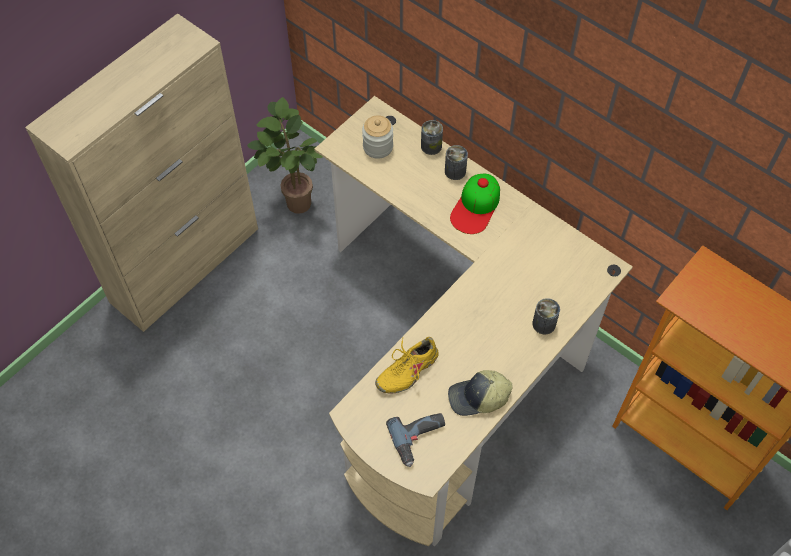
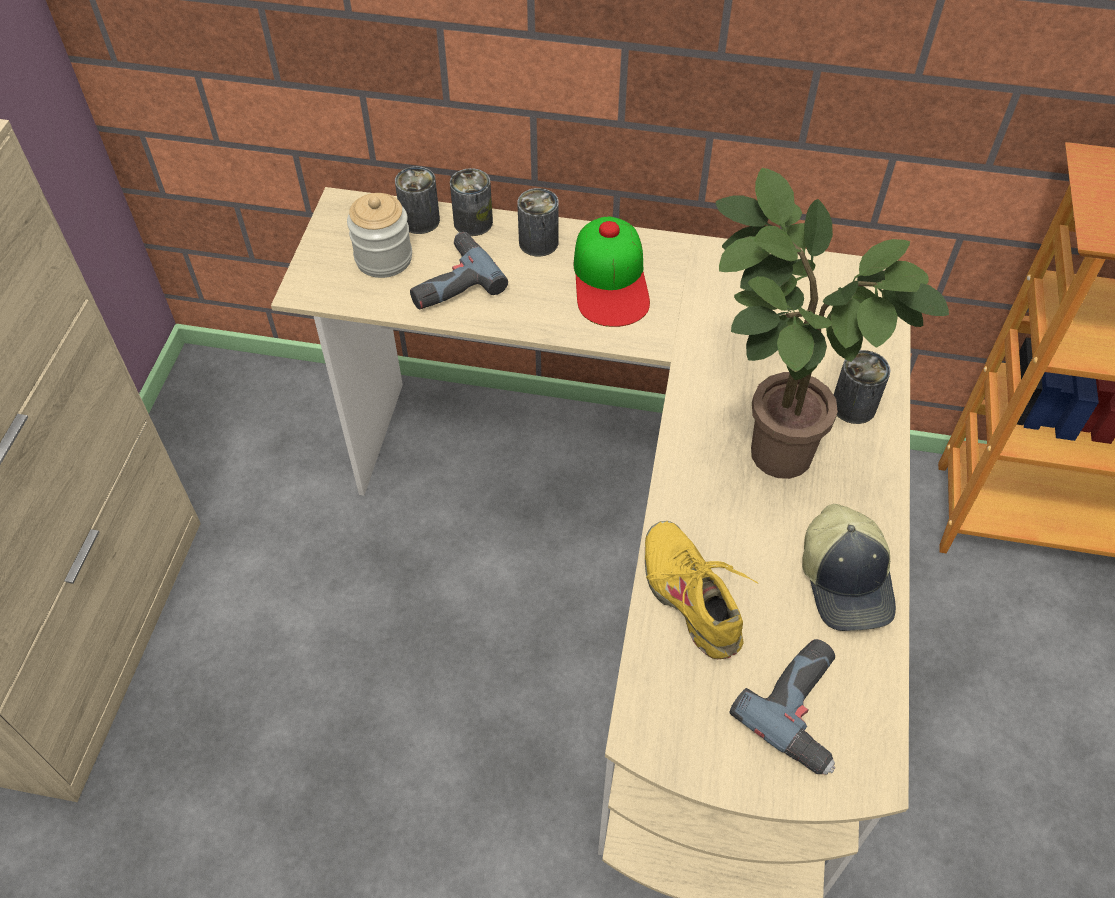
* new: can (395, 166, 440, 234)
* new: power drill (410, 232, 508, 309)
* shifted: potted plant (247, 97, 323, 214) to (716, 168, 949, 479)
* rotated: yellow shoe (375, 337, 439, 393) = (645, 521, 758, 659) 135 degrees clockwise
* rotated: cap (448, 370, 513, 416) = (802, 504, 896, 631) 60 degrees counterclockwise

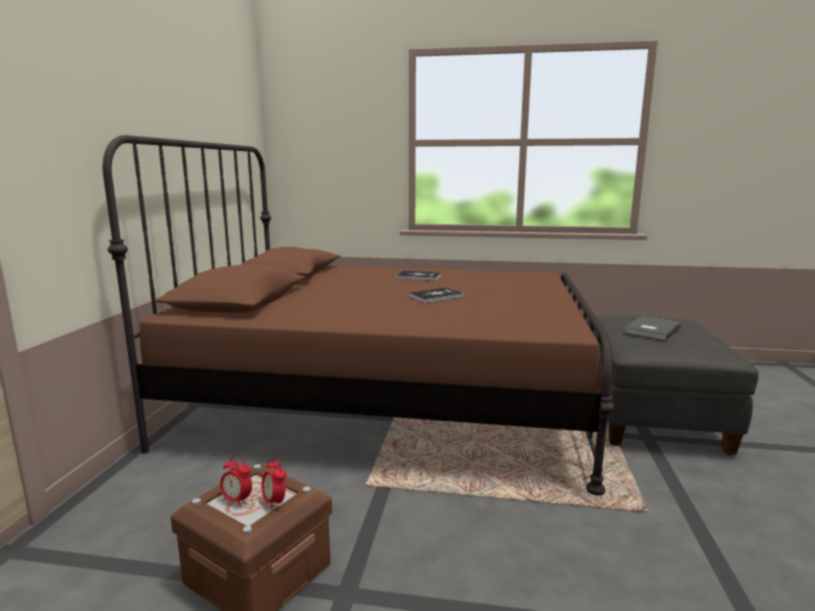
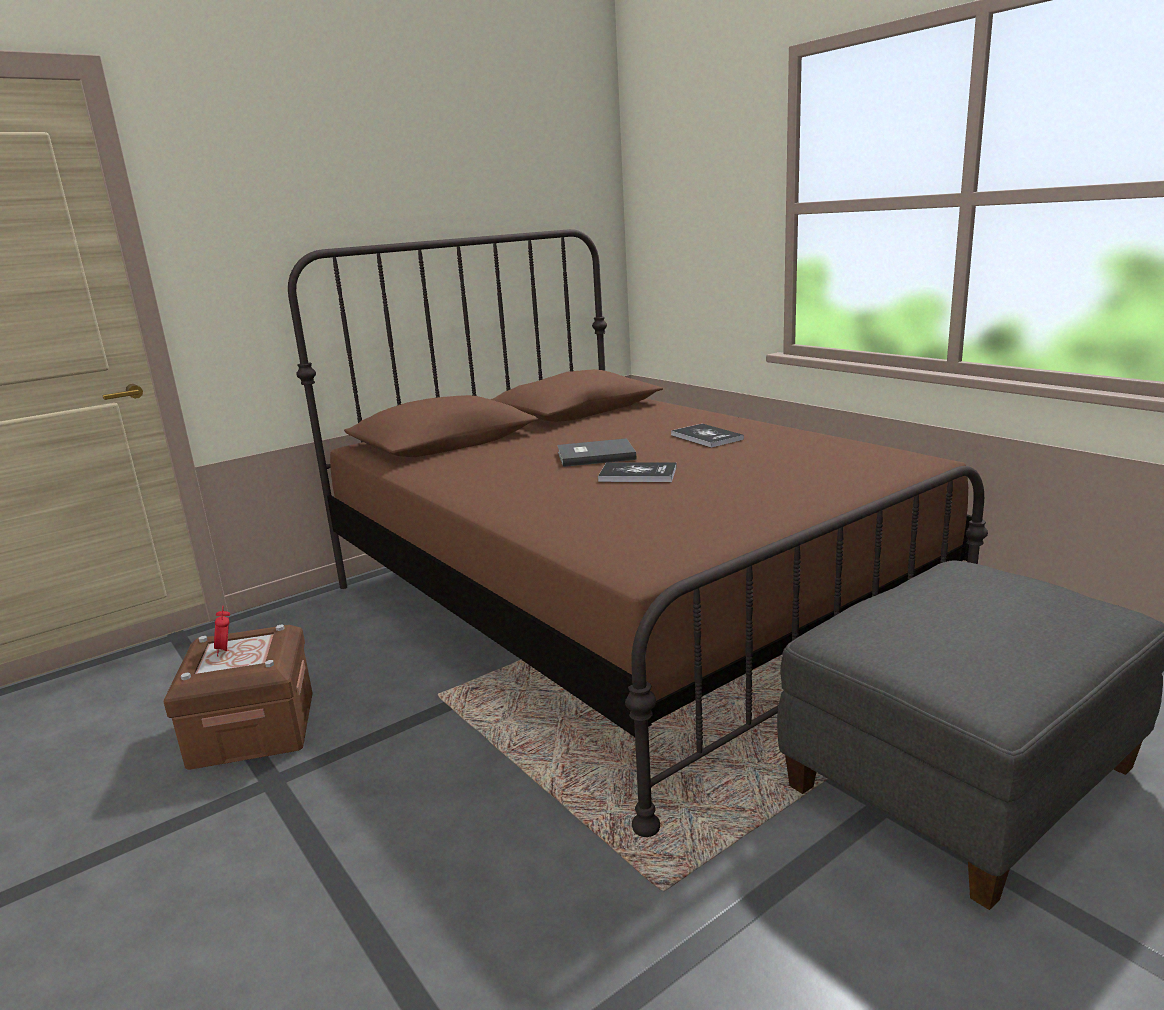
* gone: alarm clock (262, 457, 287, 510)
* shifted: grey book (624, 316, 681, 341) to (557, 438, 636, 467)

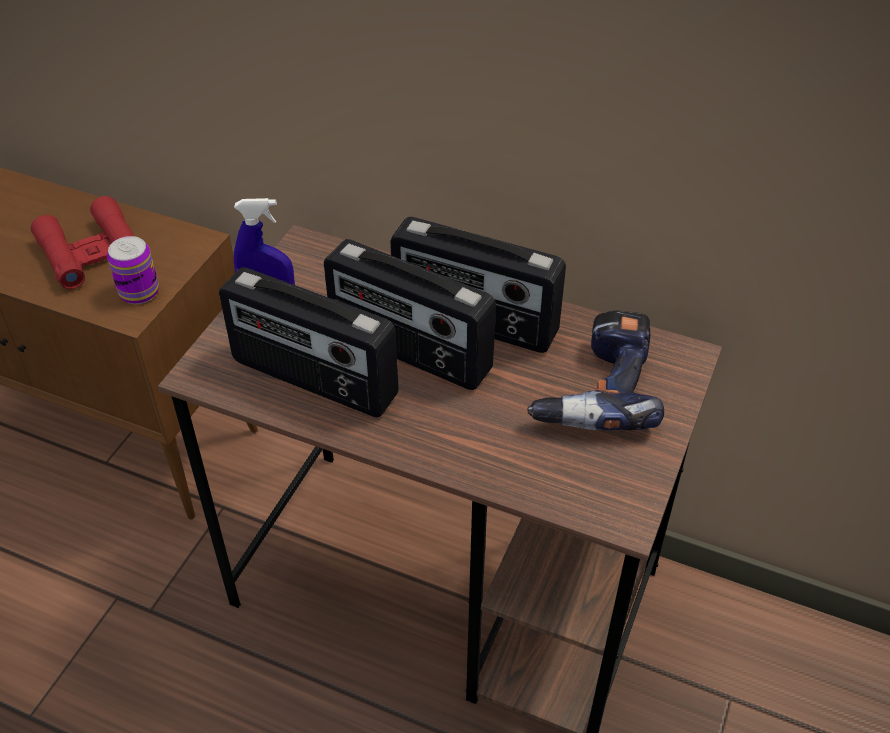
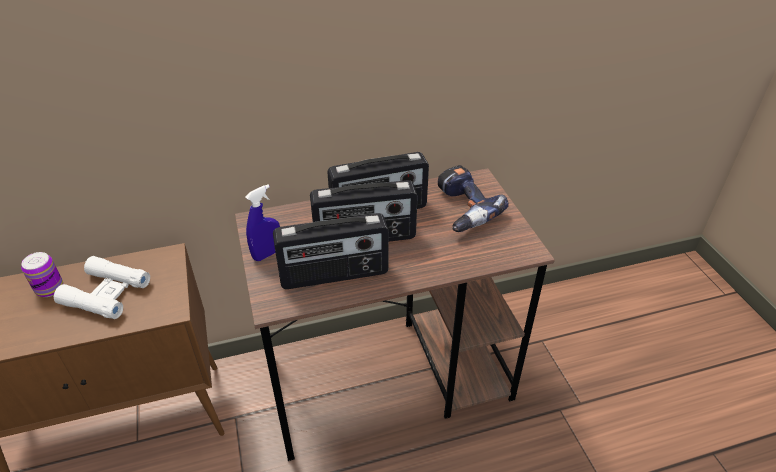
* shifted: can (107, 236, 159, 304) to (21, 252, 63, 297)
* repainted: red binoculars (31, 196, 134, 289) to white binoculars (54, 256, 150, 319)

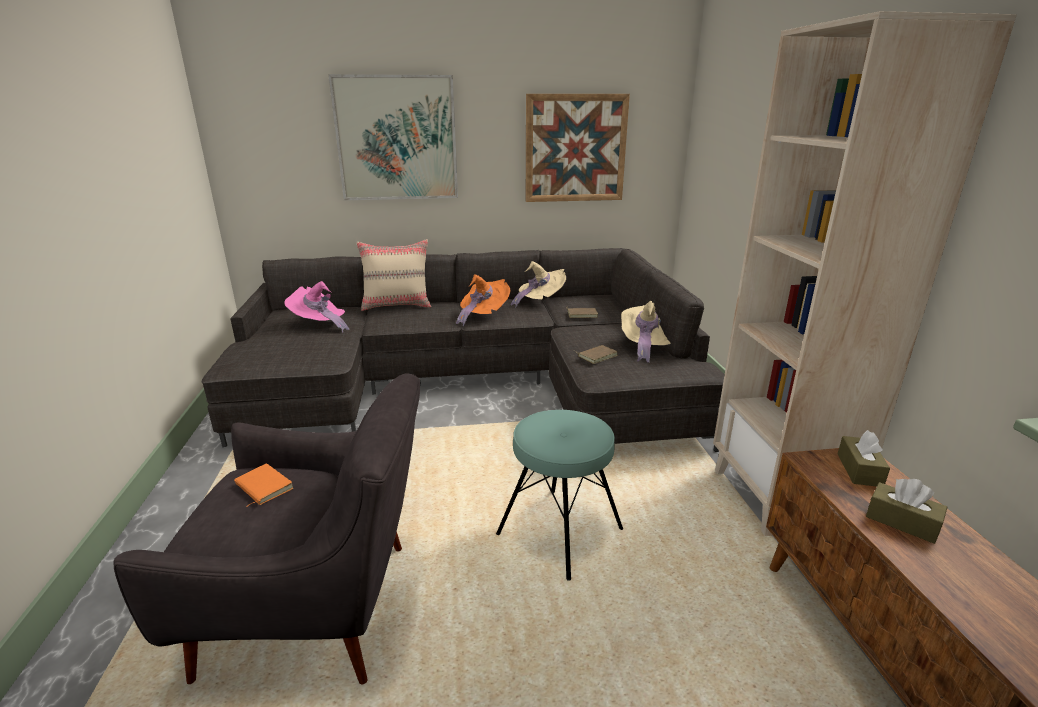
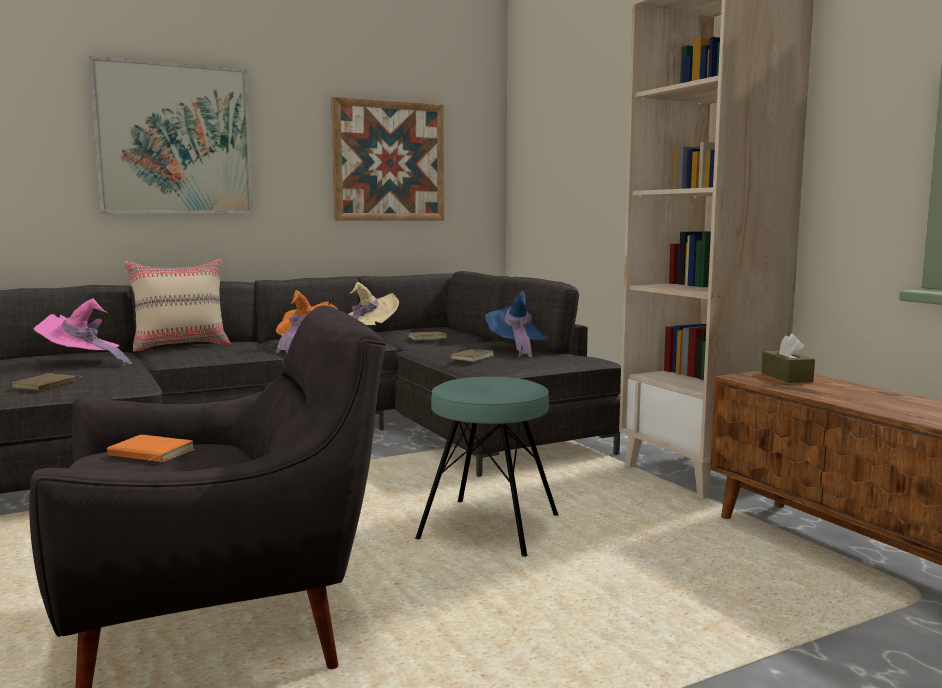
* gone: brown tissue box (866, 479, 947, 544)
* new: brown book (12, 373, 83, 391)
* repainted: beige hat (621, 301, 671, 363) to blue hat (485, 291, 549, 358)

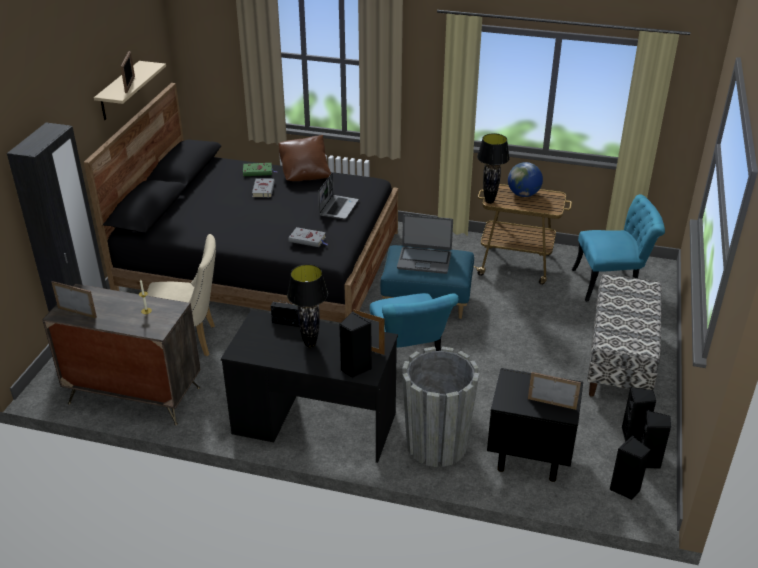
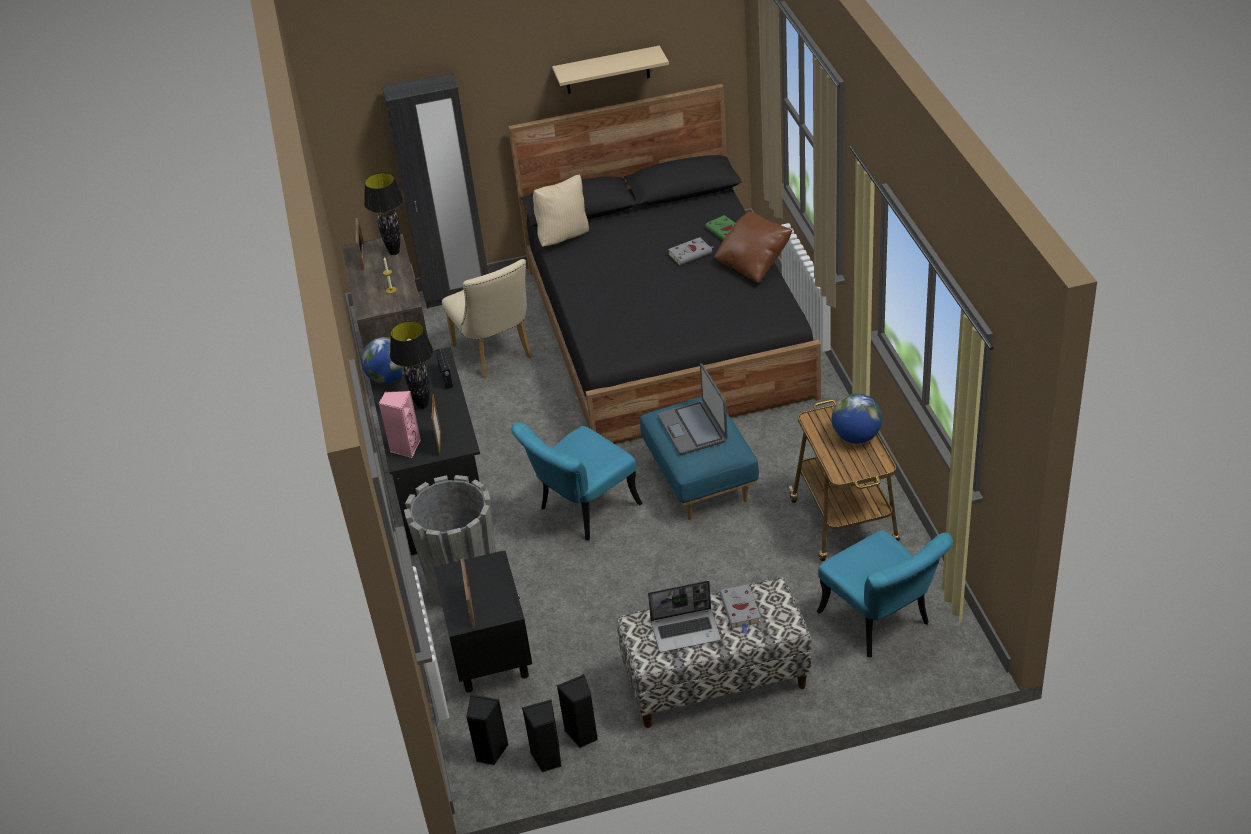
* gone: picture frame (120, 51, 135, 93)
* new: globe (361, 337, 404, 384)
* new: beige pillow (533, 174, 589, 247)
* shifted: grey book (288, 227, 327, 247) to (719, 584, 761, 634)
* shifted: laptop (318, 172, 359, 219) to (648, 581, 721, 652)
* shifted: black table lamp (477, 133, 510, 204) to (364, 172, 403, 255)
* repainted: black speaker (339, 311, 372, 378) to pink speaker (379, 391, 421, 458)

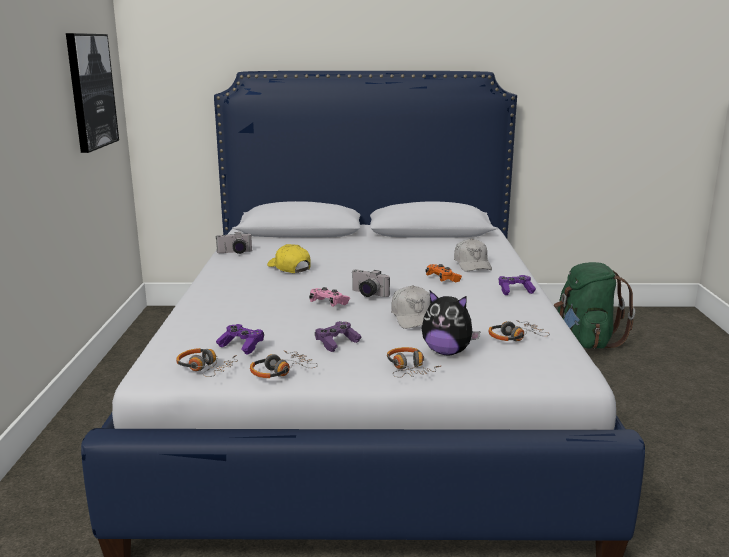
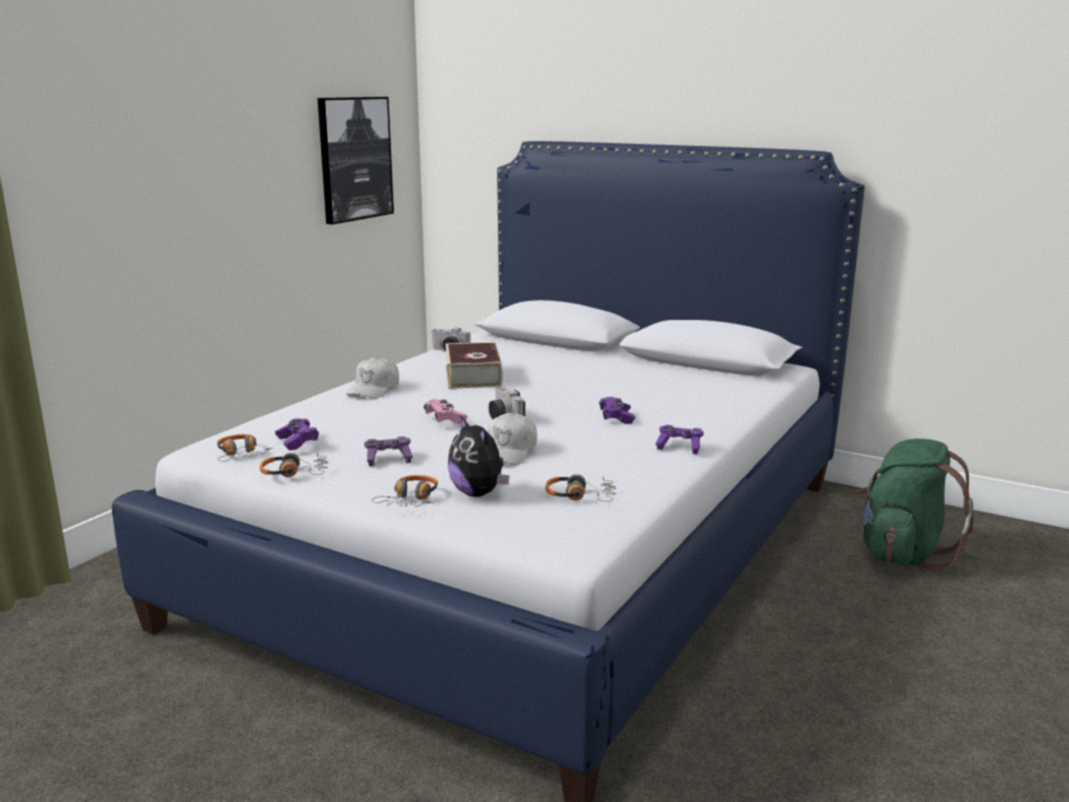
* shifted: white cap (454, 239, 492, 272) to (346, 357, 399, 399)
* swapped: yellow cap (267, 244, 311, 273) to book (445, 342, 503, 389)
* repainted: orange game controller (426, 264, 462, 283) to purple game controller (599, 397, 635, 424)

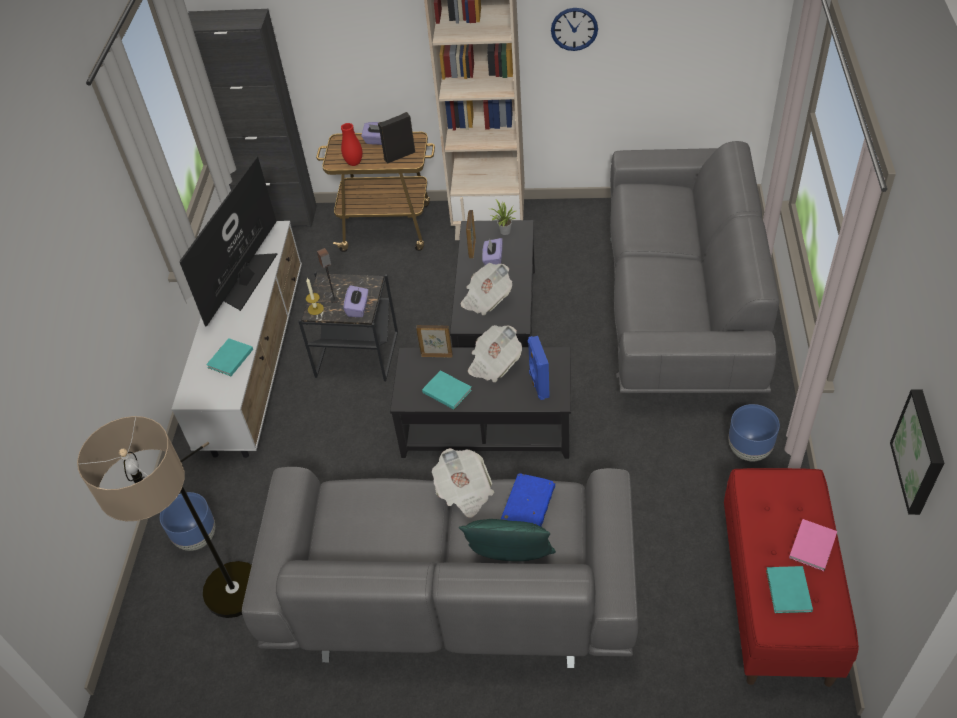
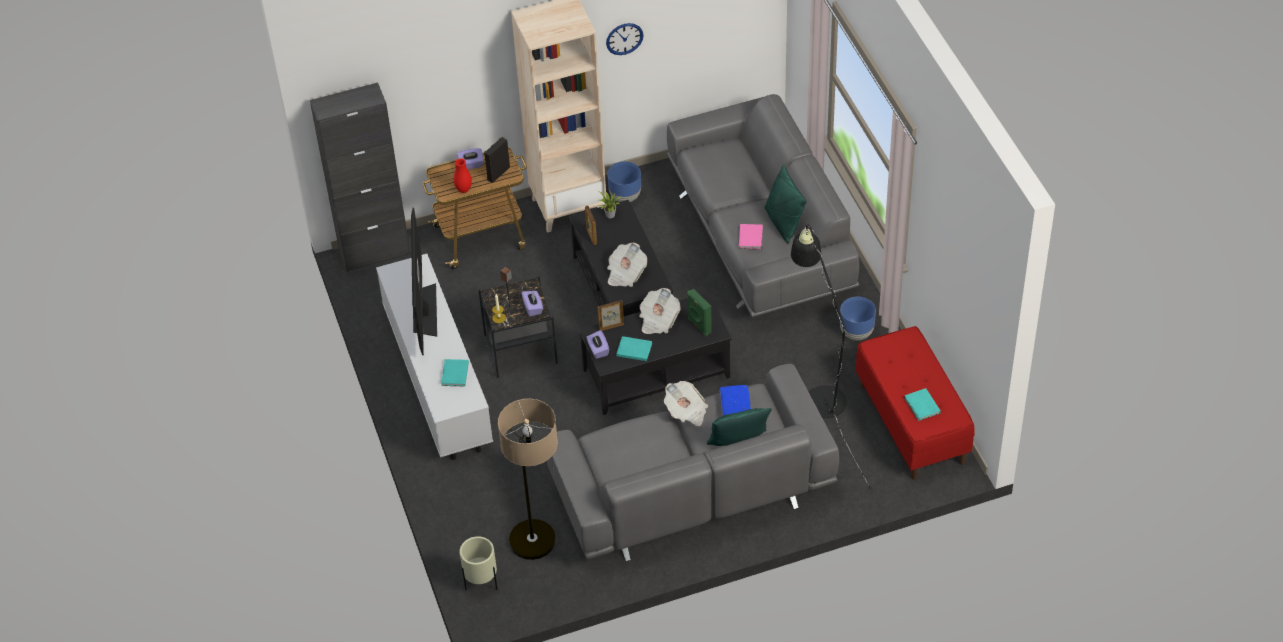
* gone: picture (890, 389, 944, 515)
* new: beige planter (460, 536, 498, 590)
* new: green pillow (764, 164, 807, 244)
* new: black floor lamp (791, 224, 871, 489)
* shifted: blue planter (160, 492, 215, 551) to (607, 161, 641, 202)
* shifted: purple tissue box (482, 238, 503, 265) to (587, 330, 609, 359)
* shifted: pink book (789, 519, 837, 571) to (739, 224, 763, 249)
* repainted: blue speaker (528, 336, 550, 400) to green speaker (687, 289, 712, 336)

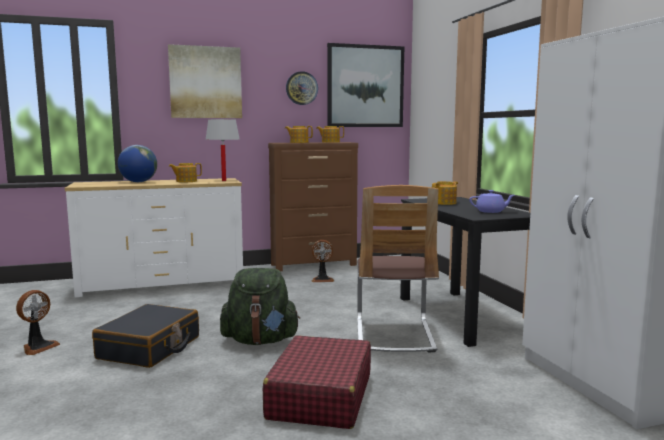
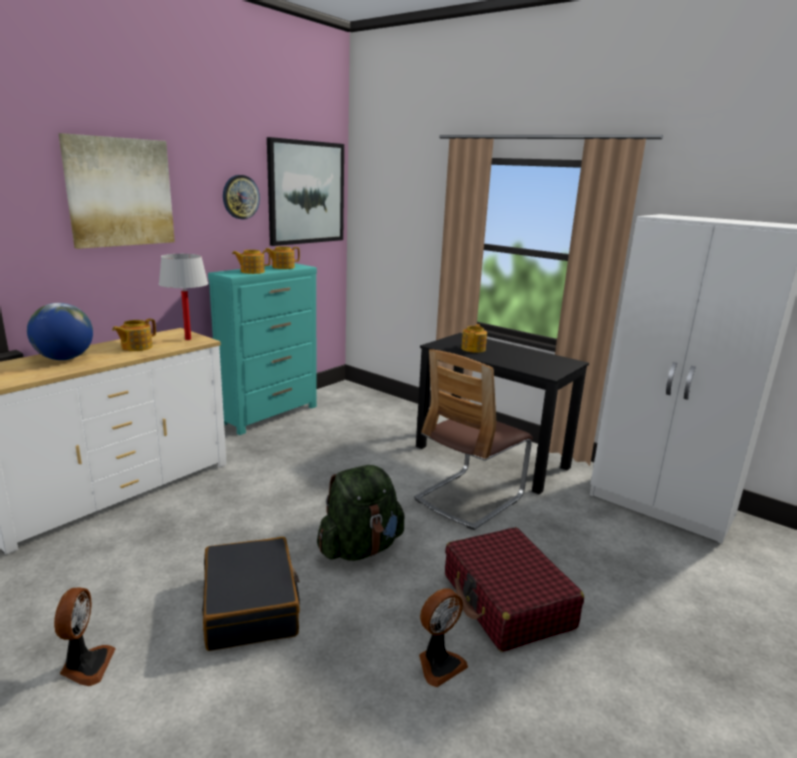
* gone: purple teapot (469, 190, 514, 213)
* shifted: fan (311, 240, 334, 282) to (419, 588, 468, 687)
* repainted: brown dresser (268, 142, 358, 271) to turquoise dresser (208, 263, 317, 435)
* rotated: chair (357, 185, 439, 353) = (414, 349, 533, 530) 75 degrees clockwise

